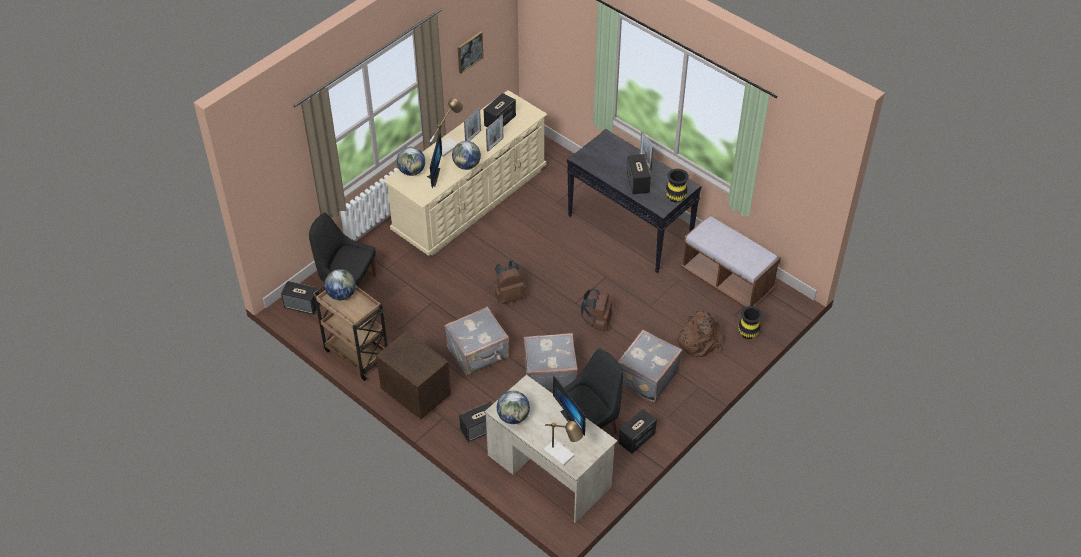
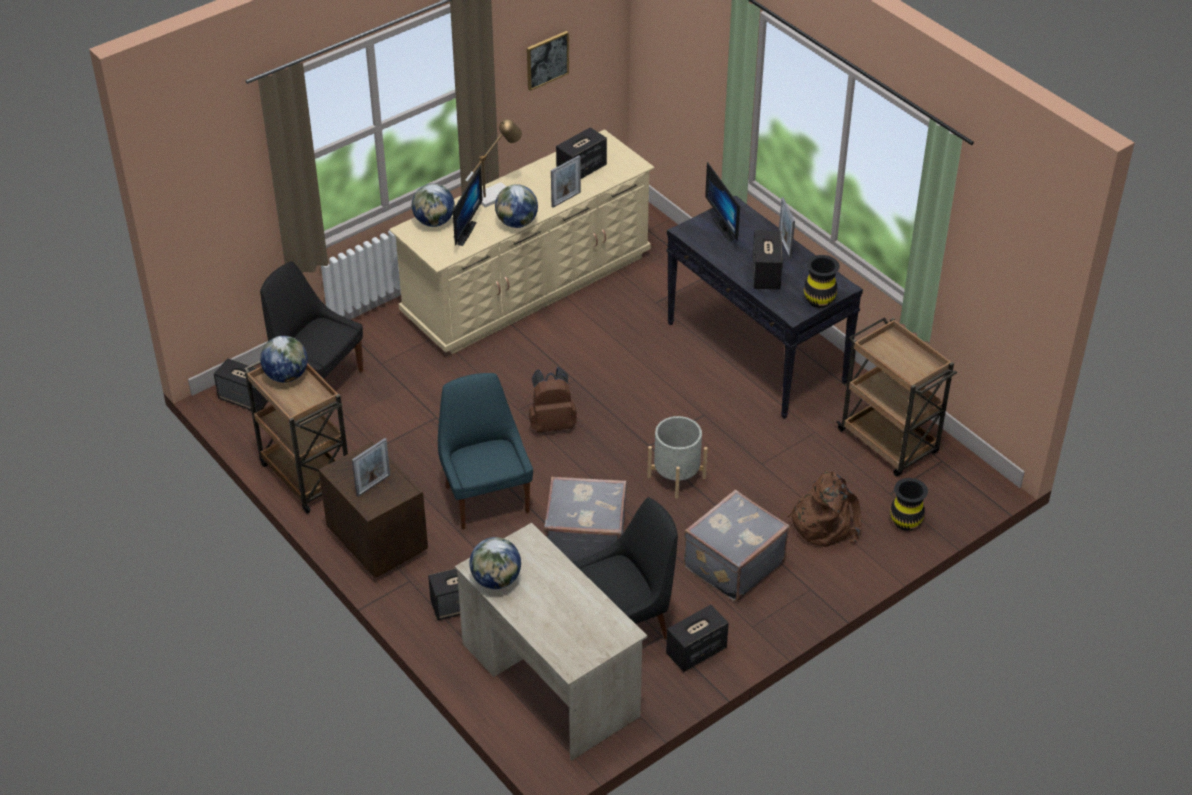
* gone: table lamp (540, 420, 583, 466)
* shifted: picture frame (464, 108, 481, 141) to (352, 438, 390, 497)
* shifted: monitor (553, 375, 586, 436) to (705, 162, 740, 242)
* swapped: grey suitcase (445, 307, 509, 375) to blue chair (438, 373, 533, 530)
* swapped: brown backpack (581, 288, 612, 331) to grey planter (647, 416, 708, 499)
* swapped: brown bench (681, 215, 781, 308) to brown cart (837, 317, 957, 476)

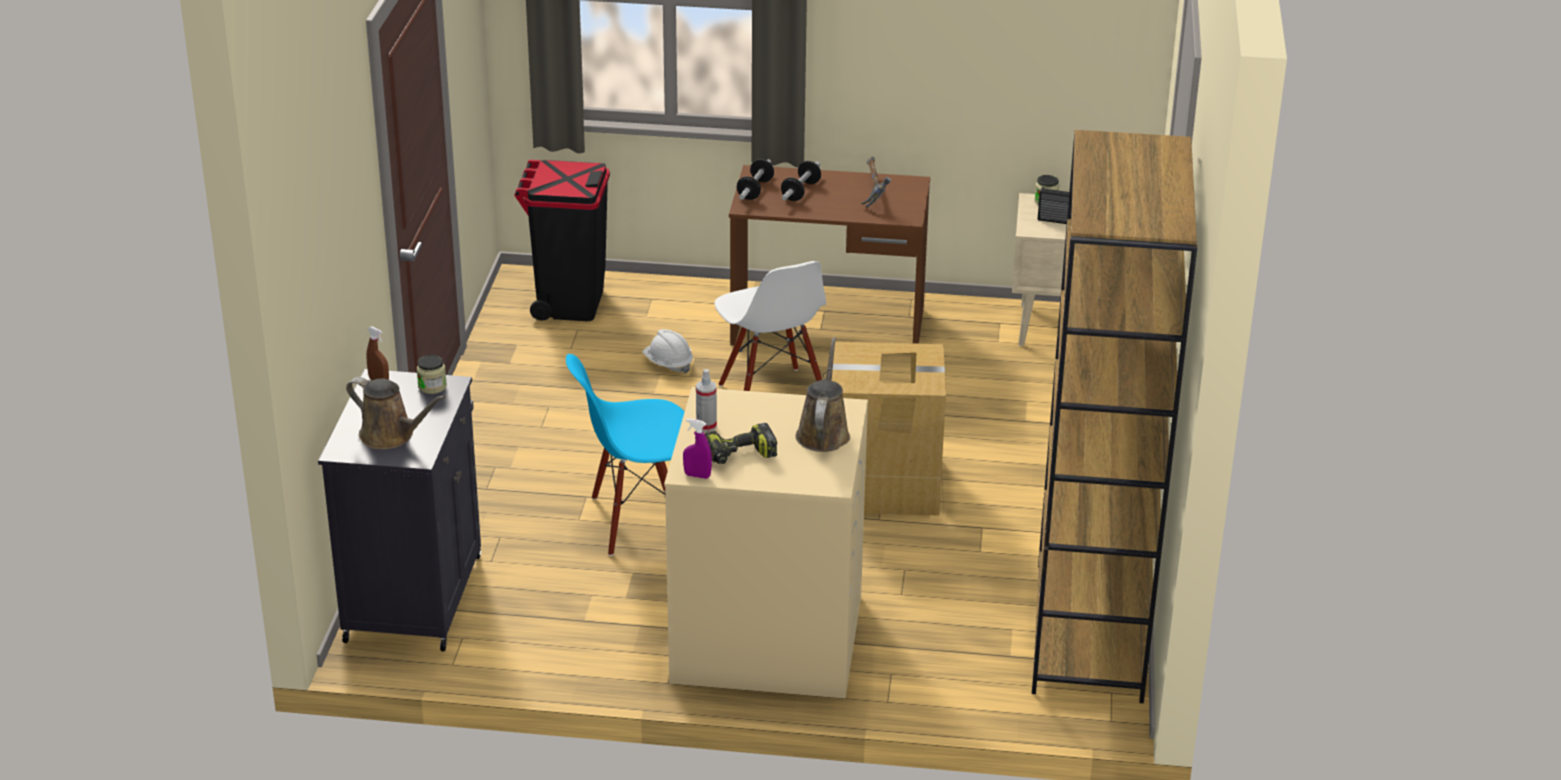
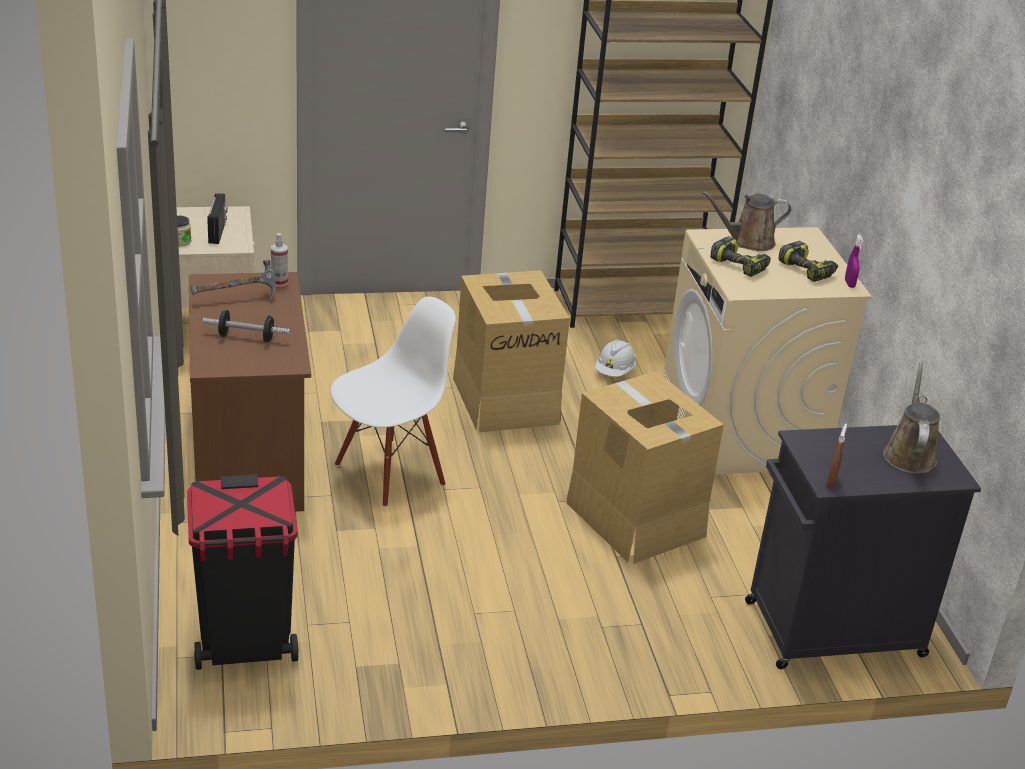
* gone: jar (417, 355, 447, 394)
* gone: dumbbell (737, 159, 774, 200)
* new: power drill (710, 236, 771, 277)
* shifted: white hard hat (643, 329, 693, 374) to (595, 339, 636, 377)
* shifted: spray bottle (696, 369, 717, 432) to (271, 233, 288, 287)
* swapped: blue chair (566, 354, 685, 556) to cardboard box (567, 371, 724, 564)

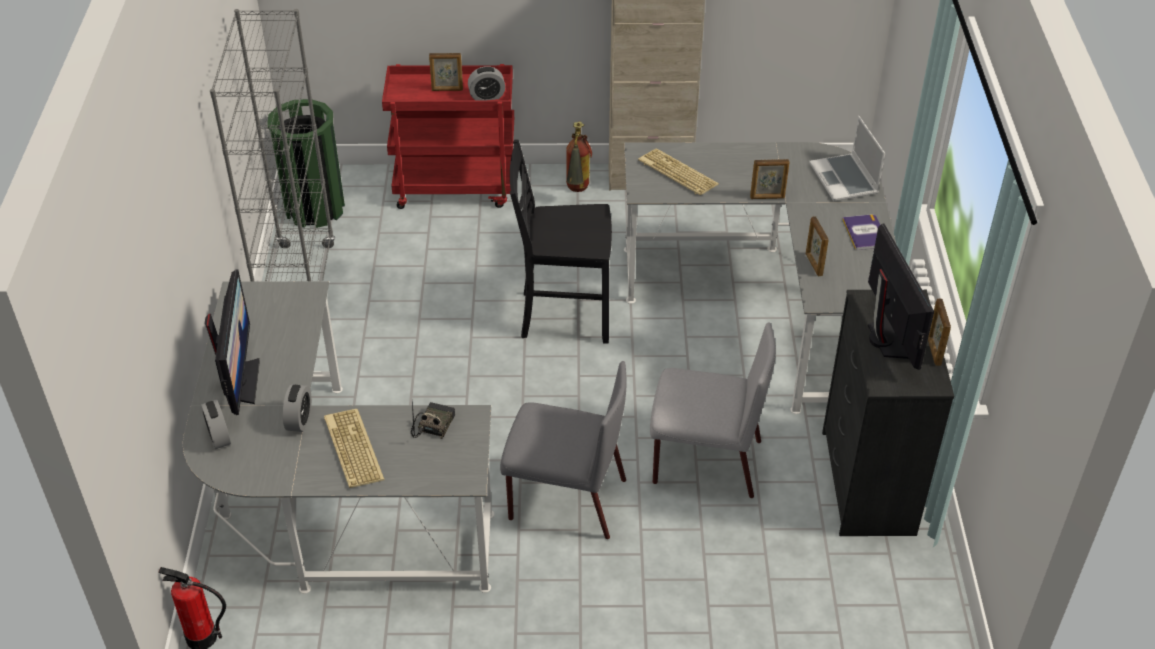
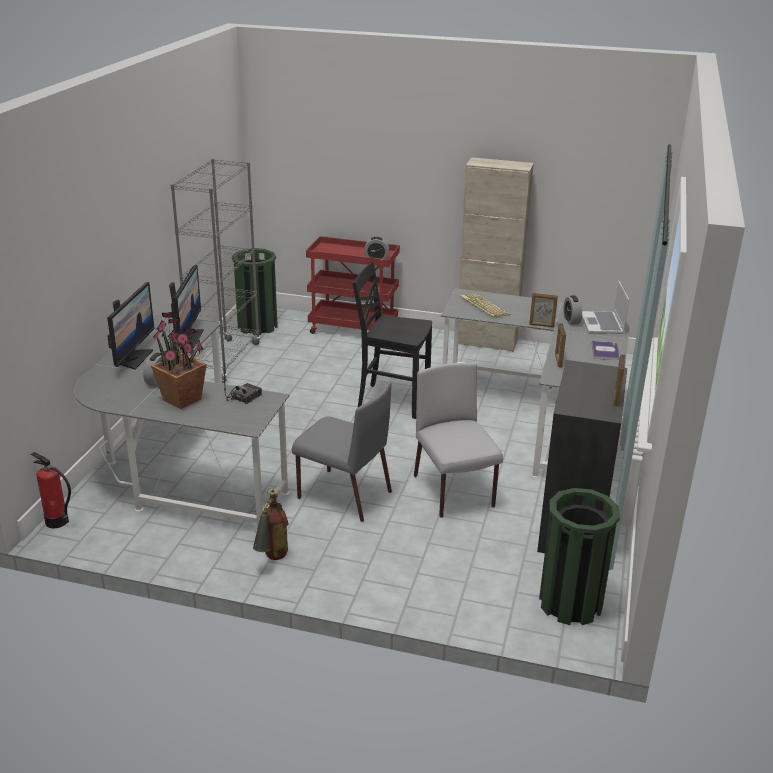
* gone: picture frame (429, 53, 463, 91)
* new: green trash can (539, 488, 620, 625)
* shifted: alarm clock (201, 400, 231, 449) to (563, 295, 582, 325)
* shifted: fire extinguisher (566, 122, 592, 192) to (253, 488, 288, 560)
* shifted: monitor (868, 224, 934, 370) to (169, 265, 203, 348)
* swapped: keyboard (324, 409, 385, 488) to potted plant (151, 312, 207, 409)
* rotated: grey chair (650, 322, 776, 498) = (414, 363, 503, 518) 135 degrees counterclockwise

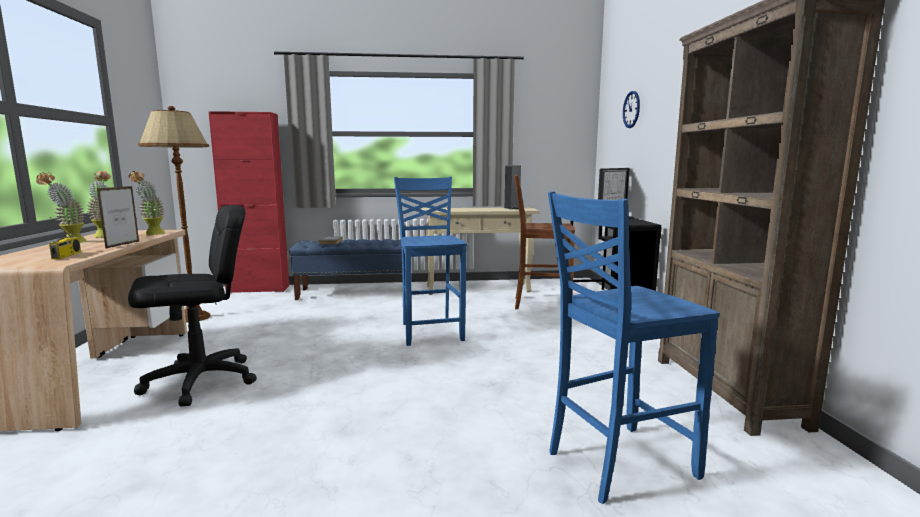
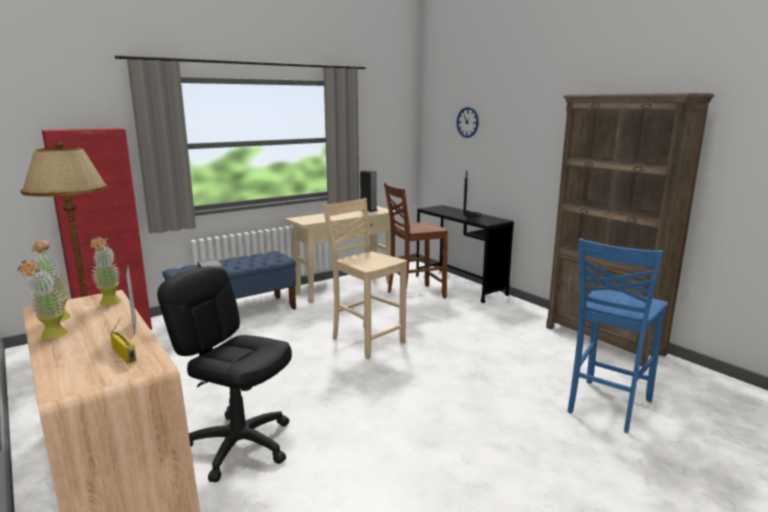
* repainted: blue chair (394, 177, 468, 346) to beige chair (323, 198, 407, 359)
* rotated: black office chair (128, 205, 257, 407) = (157, 266, 292, 482) 90 degrees counterclockwise

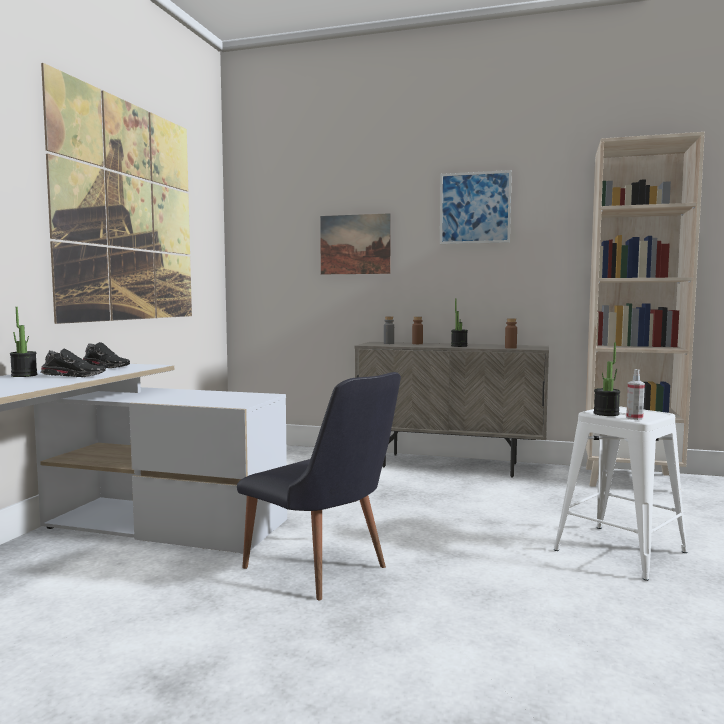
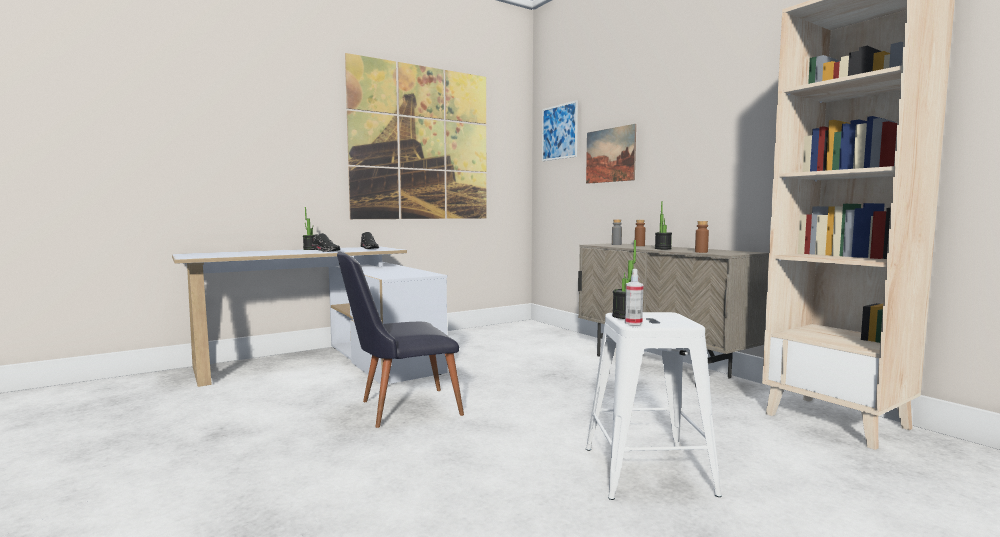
* shifted: picture (440, 170, 512, 244) to (542, 100, 578, 161)
* rotated: black chair (237, 372, 401, 600) = (337, 252, 464, 428) 75 degrees clockwise

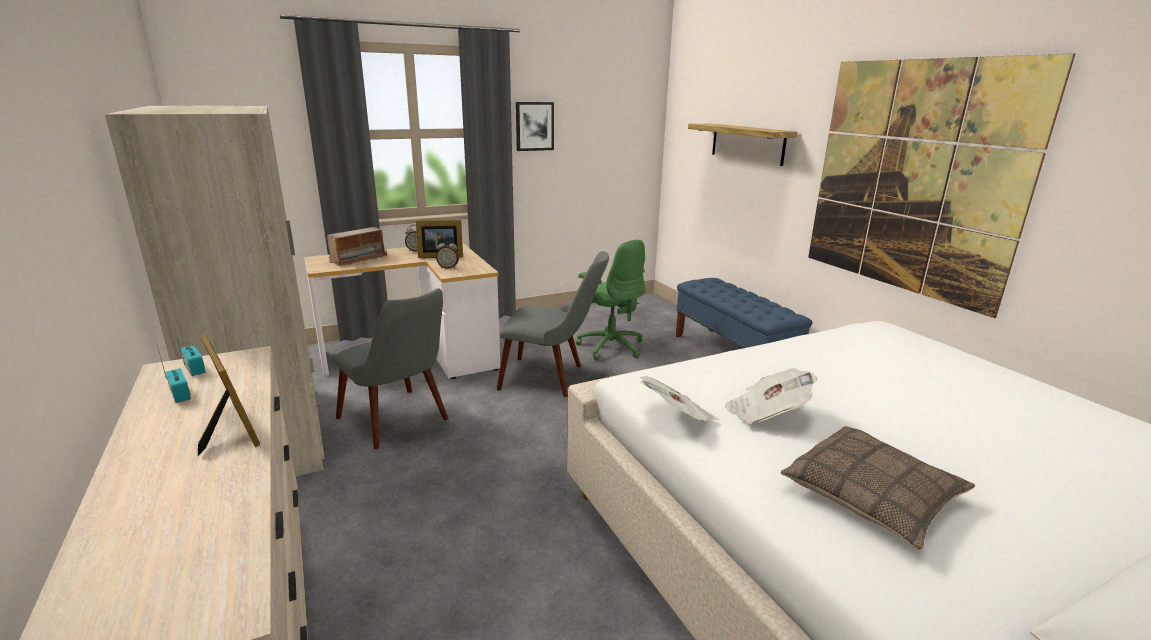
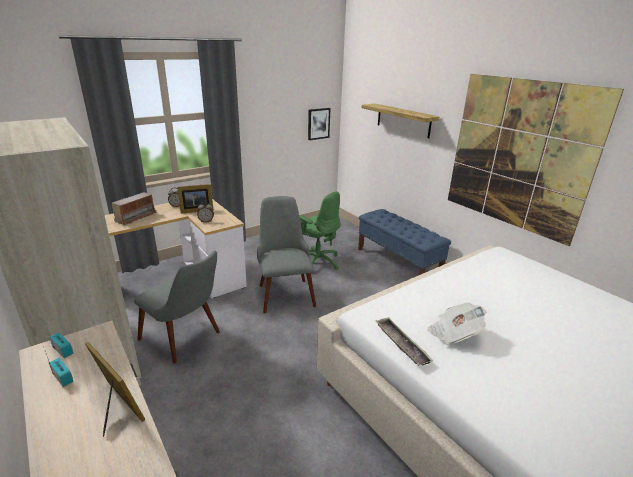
* gone: pillow (780, 426, 975, 550)
* shifted: picture (516, 102, 554, 151) to (308, 108, 330, 140)
* swapped: newspaper (639, 376, 720, 422) to tray (376, 317, 434, 366)
* rotated: grey chair (497, 251, 609, 397) = (257, 196, 316, 313) 105 degrees counterclockwise

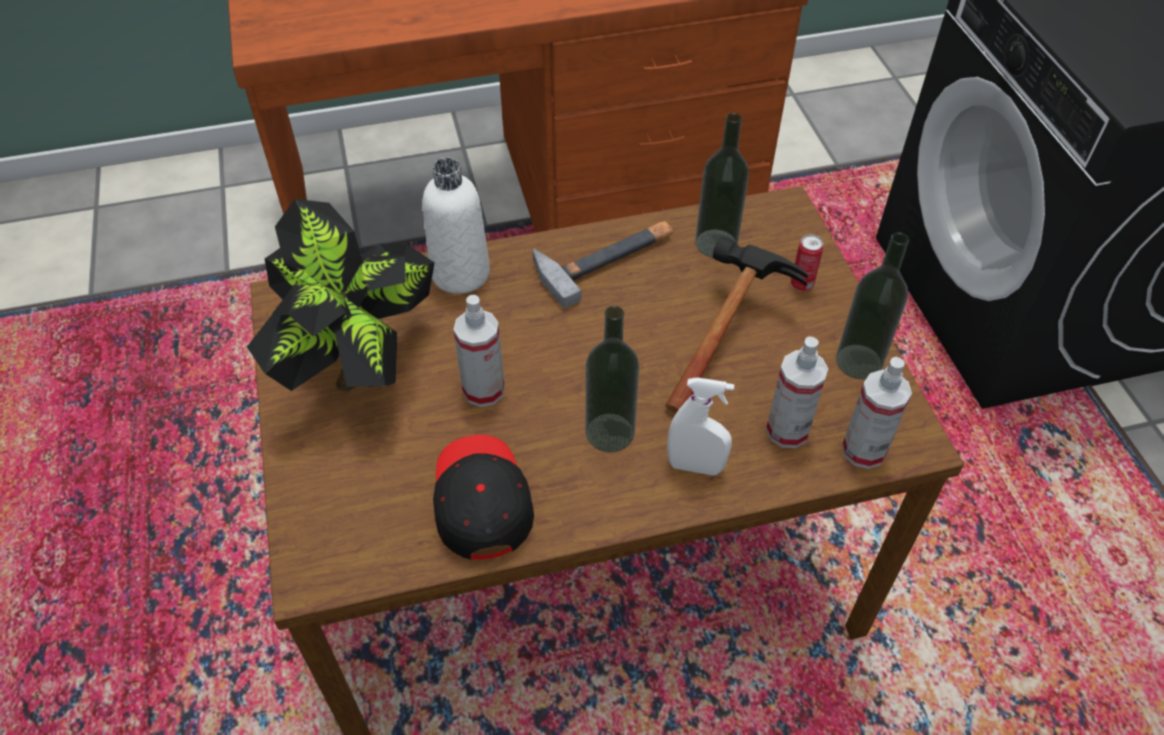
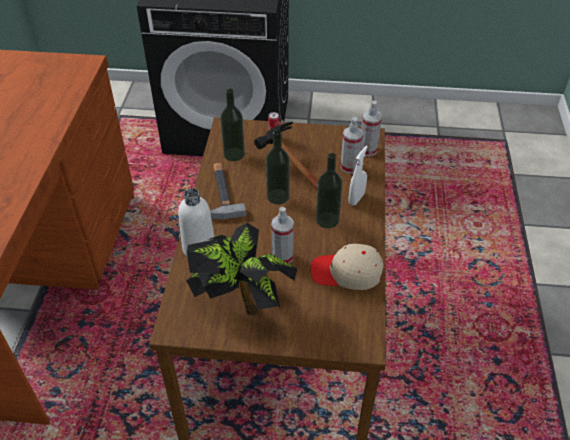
* shifted: bottle (836, 232, 909, 380) to (266, 130, 290, 205)
* repainted: black cap (433, 435, 534, 560) to beige cap (310, 244, 383, 290)

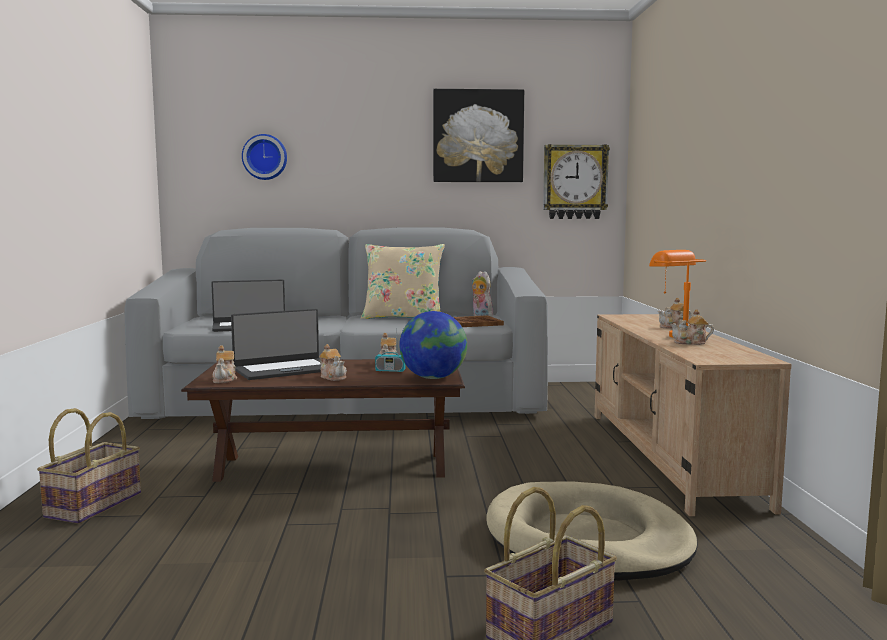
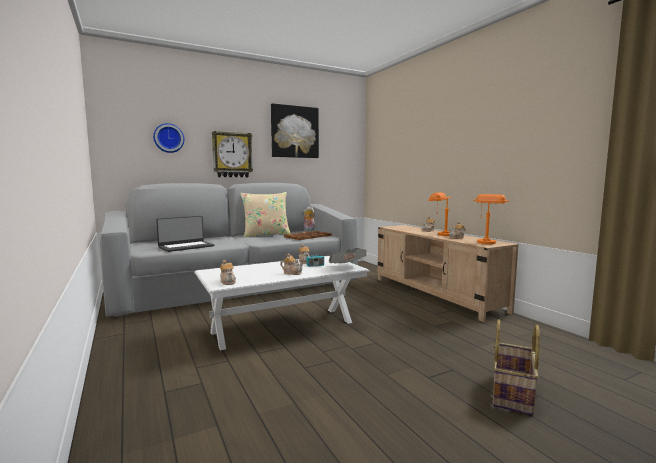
* gone: basket (37, 408, 141, 524)
* gone: laptop (231, 309, 321, 380)
* gone: beige dog bed (487, 481, 698, 581)
* new: orange table lamp (473, 194, 509, 244)
* shifted: wall clock (543, 144, 610, 219) to (212, 131, 253, 177)
* swapped: globe (399, 311, 467, 379) to newspaper (329, 248, 367, 264)
* repainted: brown coffee table (181, 359, 465, 482) to white coffee table (194, 256, 370, 350)

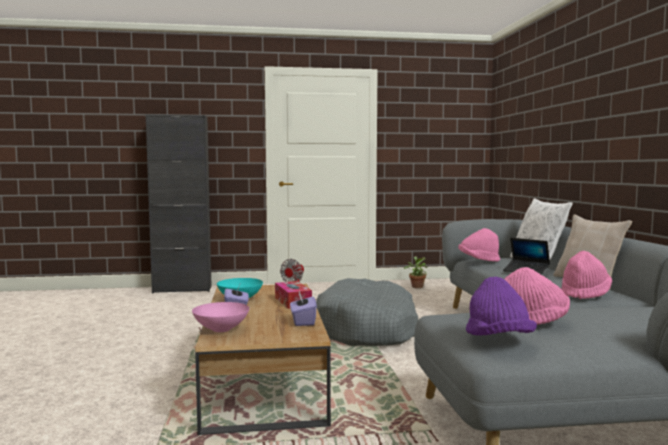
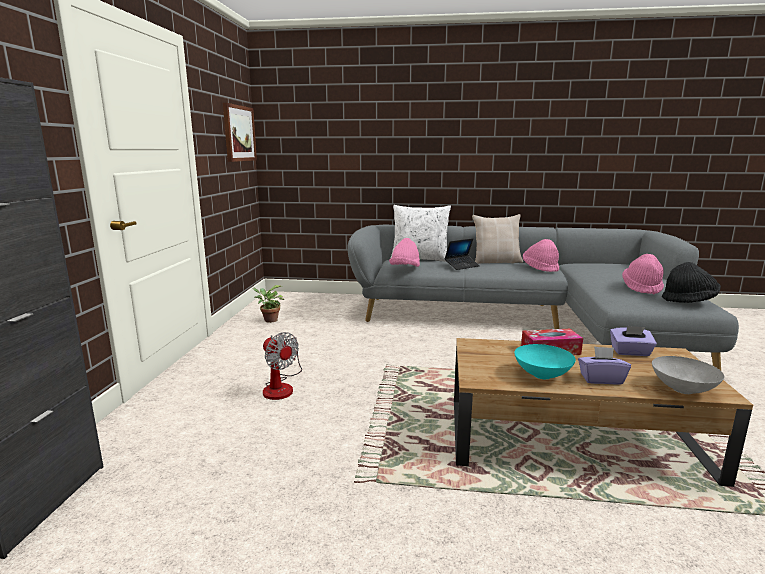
* gone: grey dog bed (316, 278, 418, 346)
* new: picture (223, 103, 257, 162)
* repainted: pink bowl (192, 302, 249, 332) to grey bowl (652, 356, 724, 394)
* repainted: purple hat (466, 277, 537, 335) to black hat (662, 262, 721, 303)

